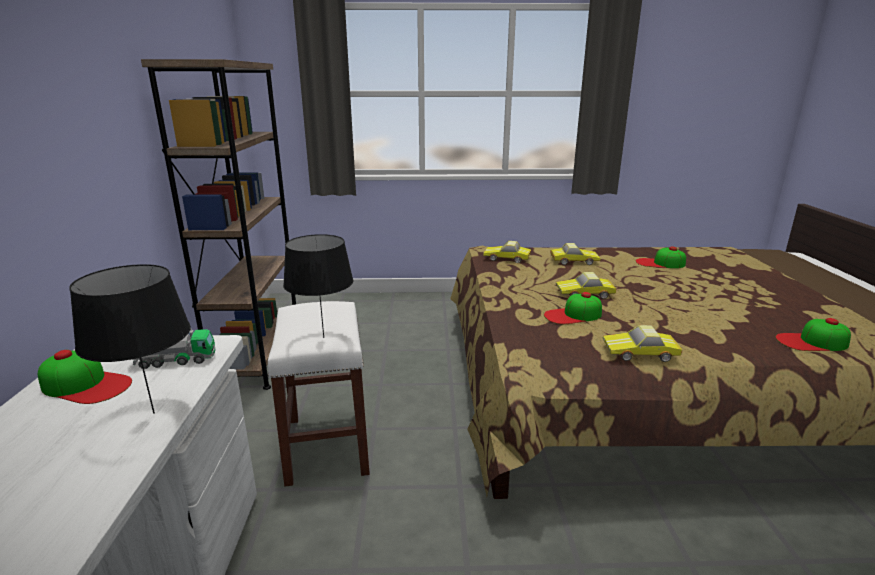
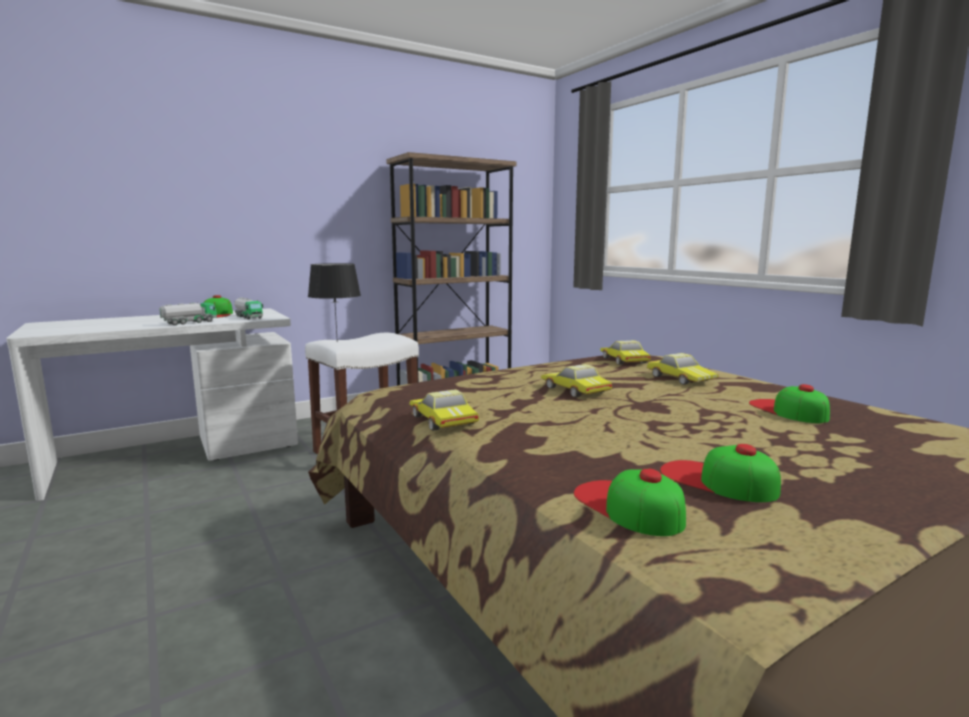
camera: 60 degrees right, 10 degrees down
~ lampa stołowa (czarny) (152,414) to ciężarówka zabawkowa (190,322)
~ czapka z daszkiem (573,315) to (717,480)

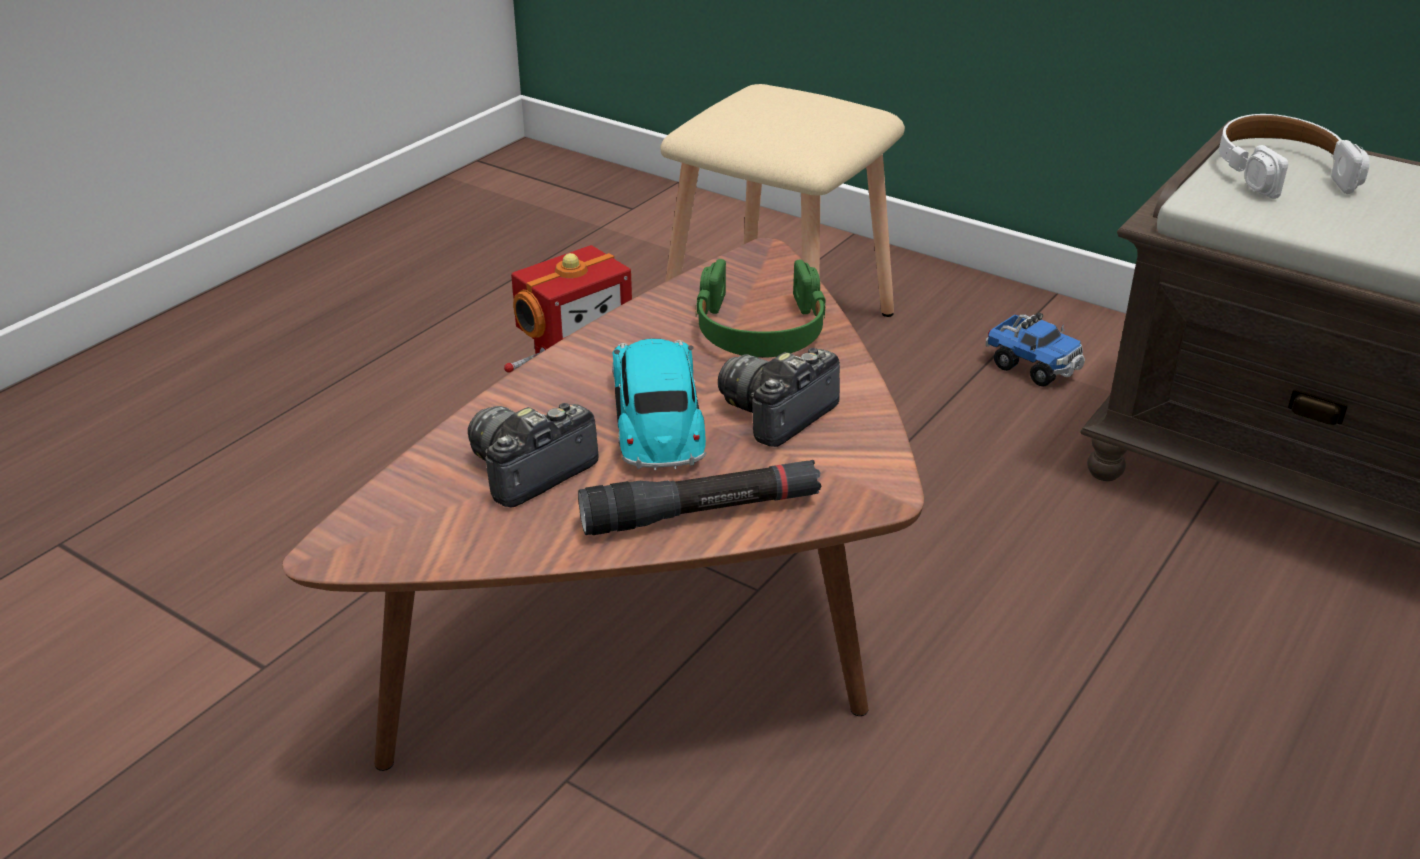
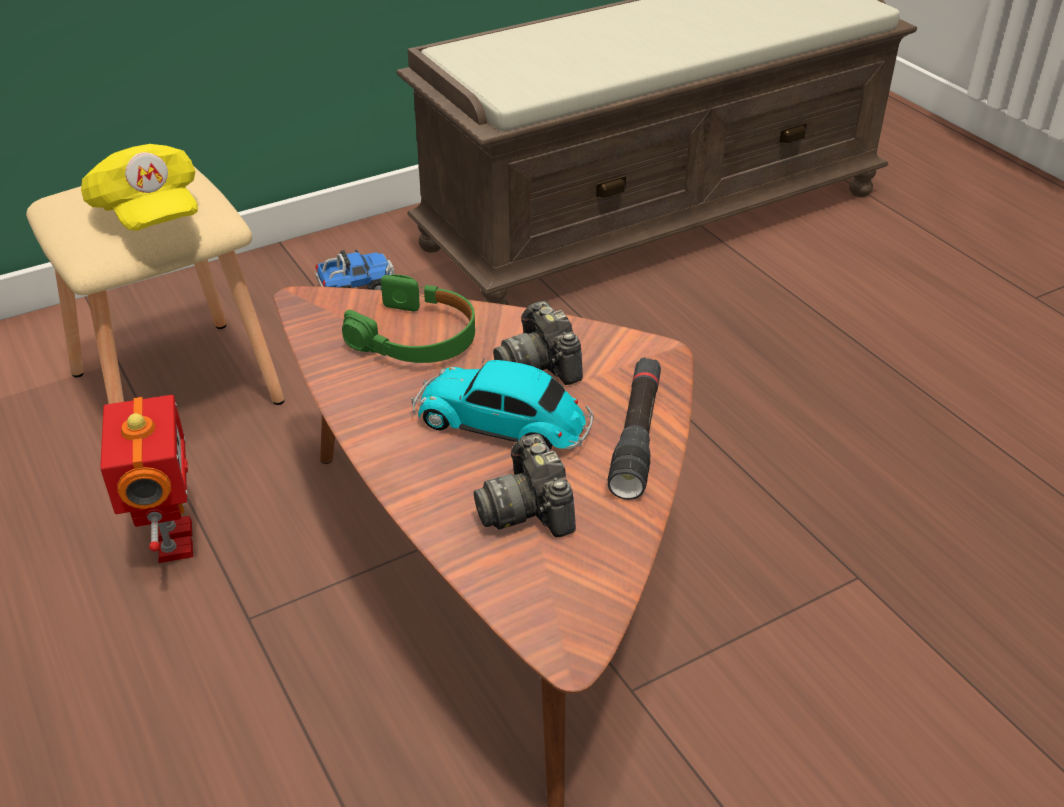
camera: 65 degrees left, 5 degrees up
- słuchawki (biały) (1280,171)
+ czapka z daszkiem (żółty) (149,216)

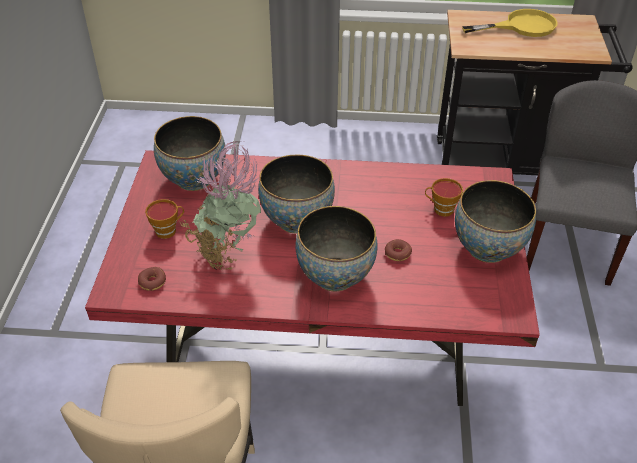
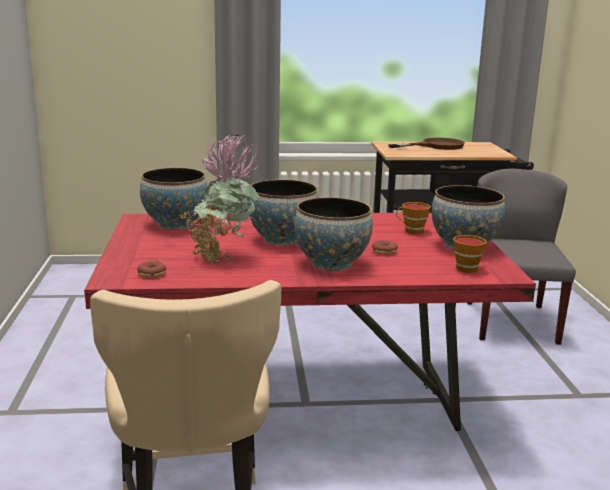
camera: 10 degrees left, 25 degrees down
~ filiżanka (168,230) to (468,268)
~ patelnia (żółty) (521,26) to patelnia (brązowy) (436,146)

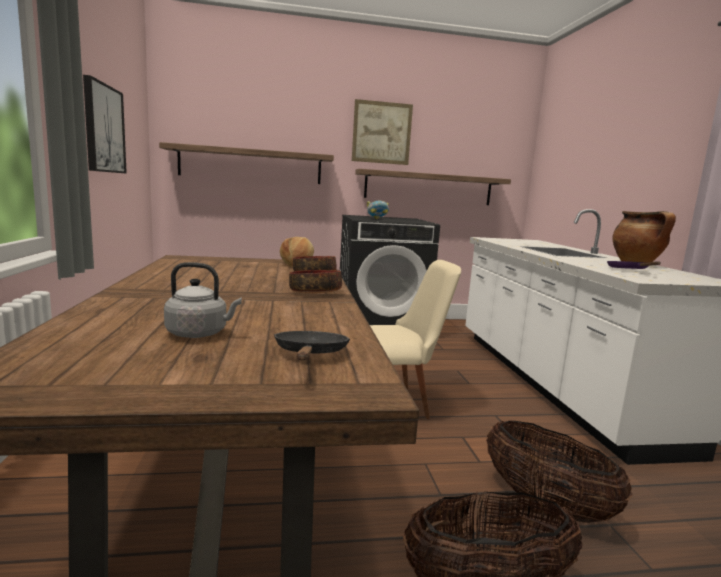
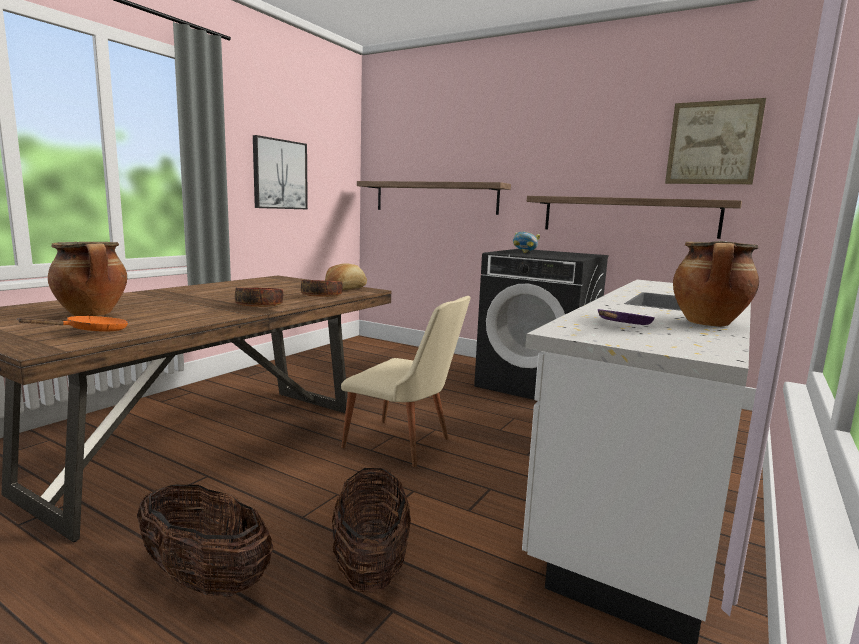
camera: 40 degrees right, 0 degrees up
~ czajnik (szary) (200,333) to garnek (93,314)
~ patelnia (czarny) (310,354) to patelnia (pomarańczowy) (91,332)
~ obraz (381,133) to (713,143)

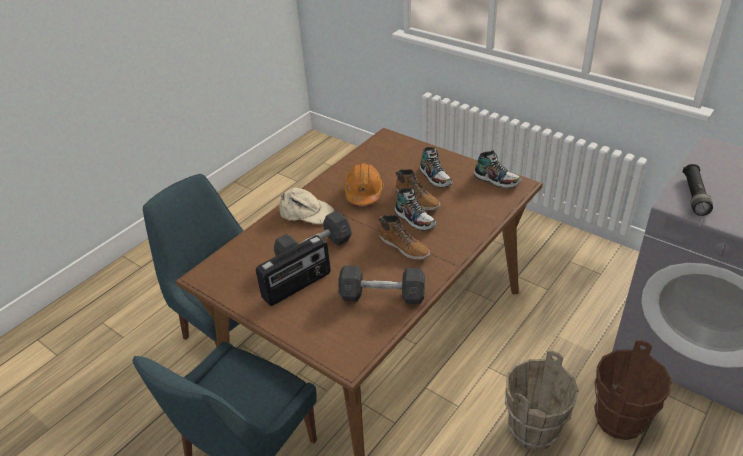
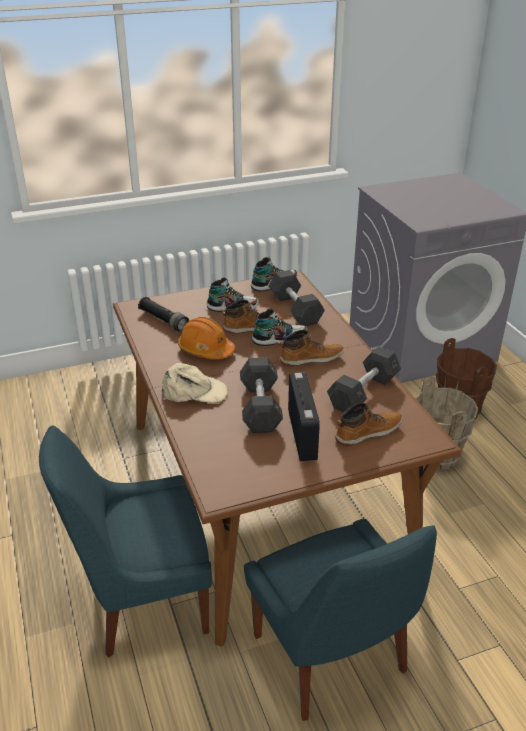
camera: 60 degrees left, 5 degrees down
~ czapka z daszkiem (beżowy) (306,213) = (194,392) 45 degrees clockwise
~ latarka (czarny) (694,196) to (164,321)
+ hantel (szary) (295,309)
+ but z cholewką (367,432)

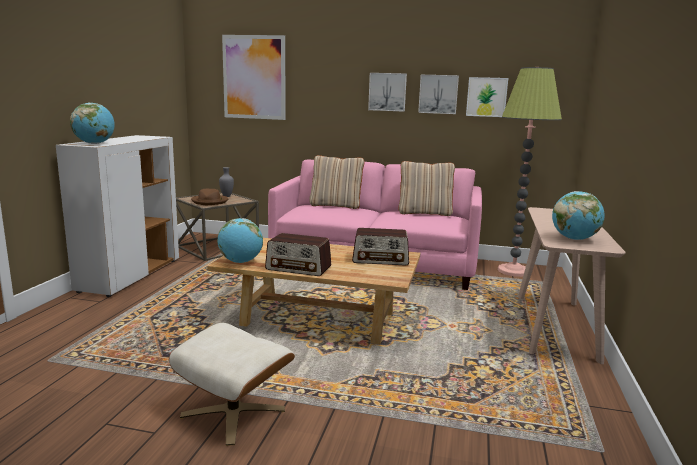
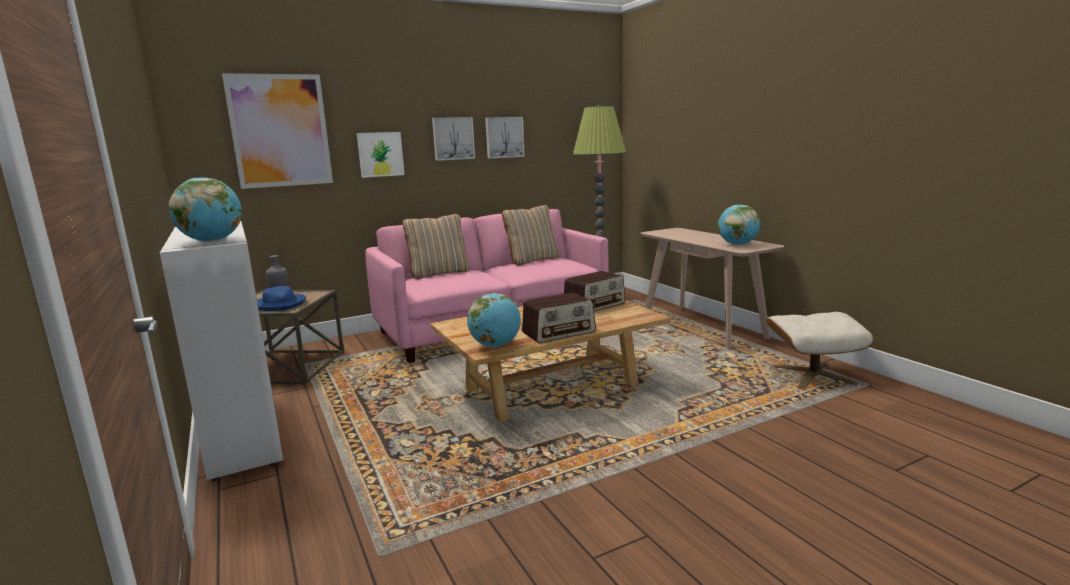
camera: 40 degrees left, 0 degrees up
~ pufa (beżowy) (234,412) to (813,375)
~ kapelusz (brązowy) (210,201) to kapelusz (niebieski) (280,304)
~ obraz (486,97) to (380,154)

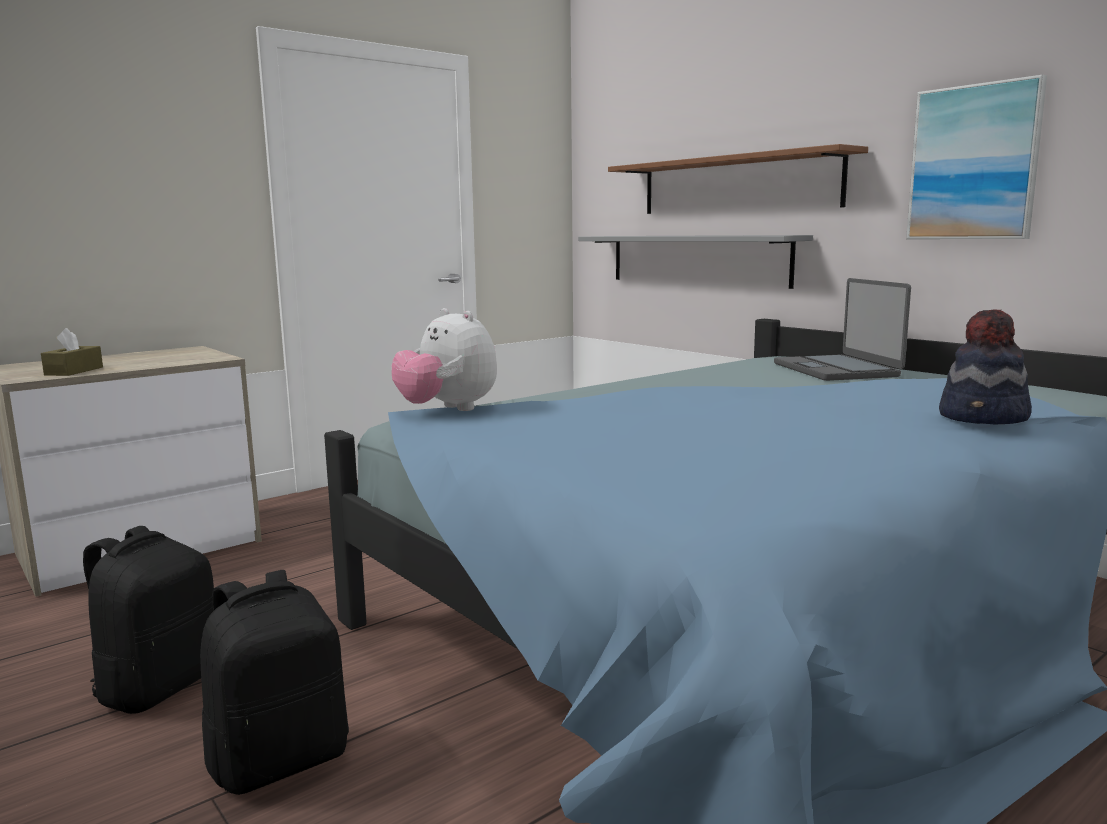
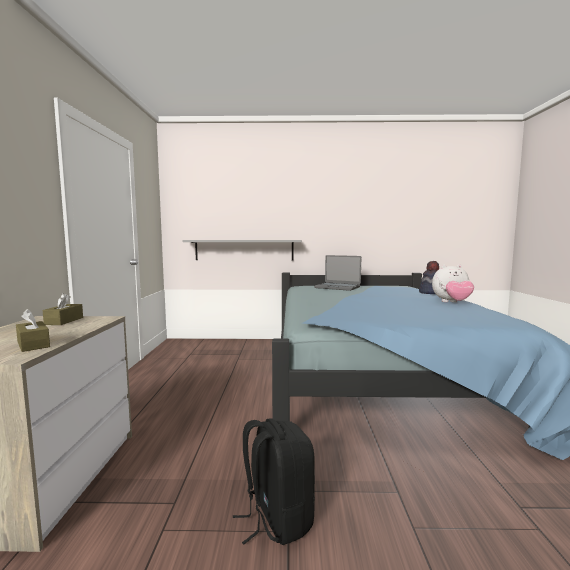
camera: 50 degrees left, 5 degrees down
- plecak (czarny) (280,759)
~ pluszak (447,410) to (451,302)
- półka (brązowy) (736,185)
- obraz (974,163)
+ pudełko chusteczek (brązowy) (64,321)

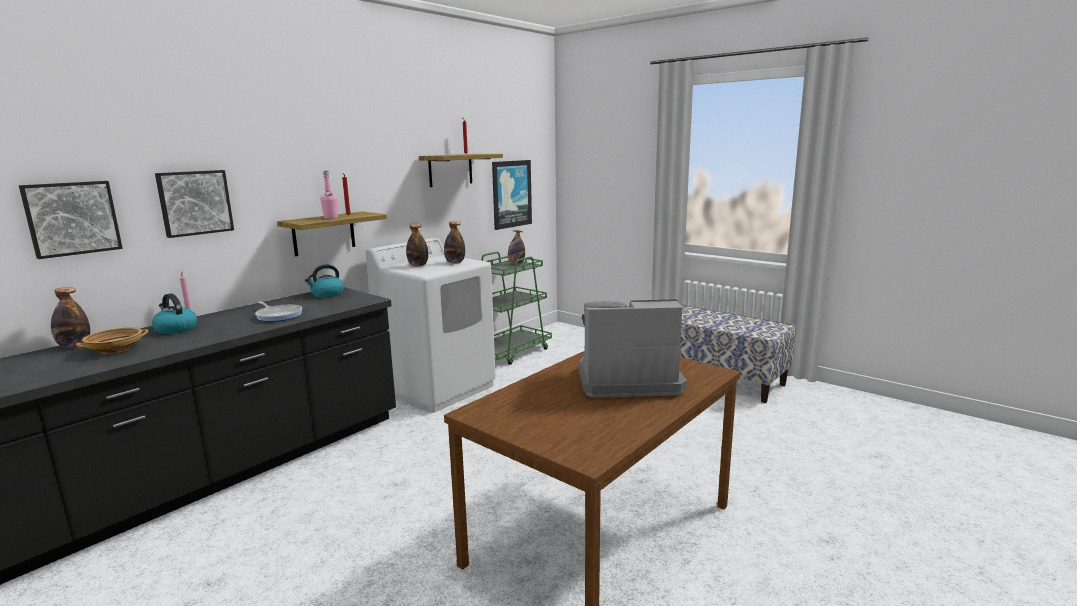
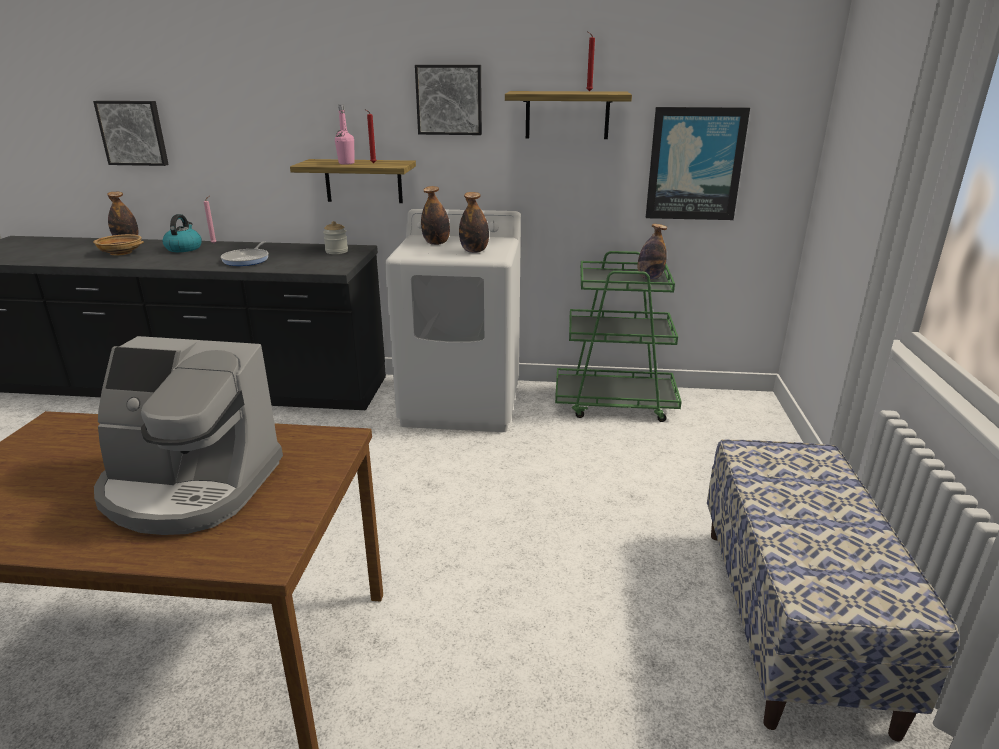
camera: 55 degrees right, 10 degrees up
~ obraz (194,202) to (449,100)
~ czajnik (327,294) to słoik (336,251)
~ ekspres do kawy (626,380) = (190,487) 135 degrees clockwise

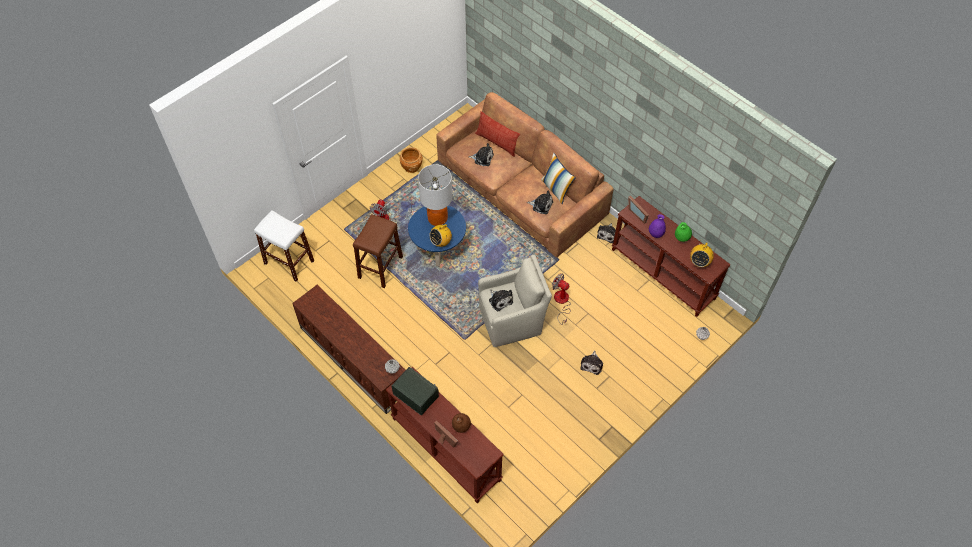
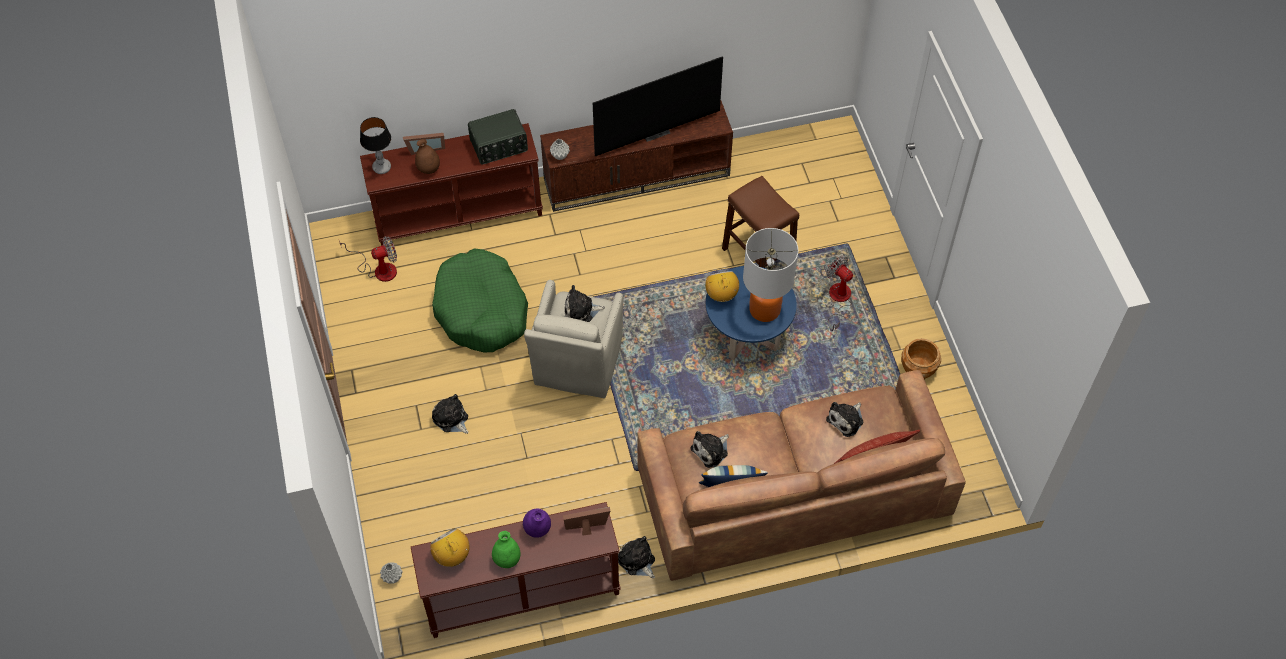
camera: 120 degrees right, 0 degrees up
- stołek (biały) (289,262)
~ wentylator (561,302) to (378,269)
+ lampa stołowa (381,167)
+ legowisko (zielony) (481,310)
+ telewizor (655,131)

